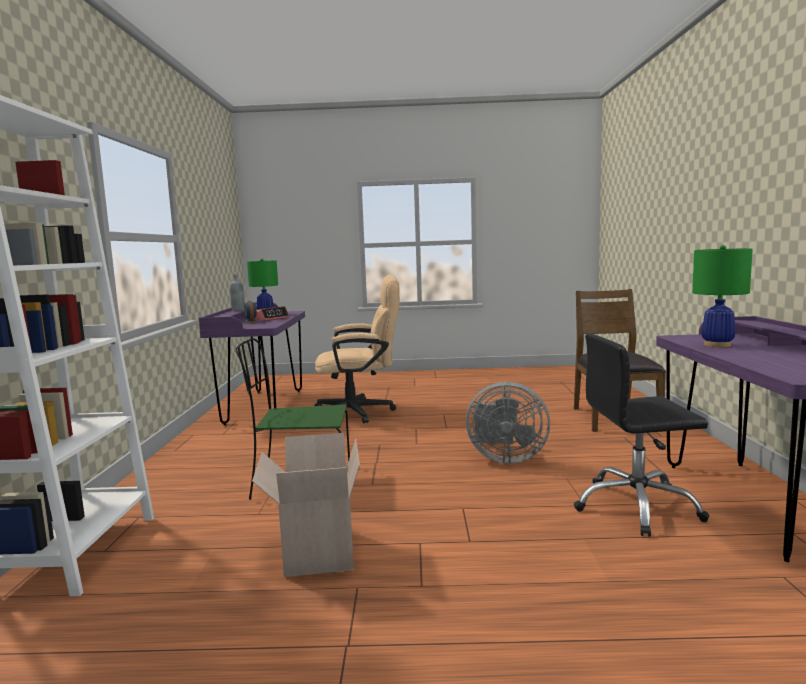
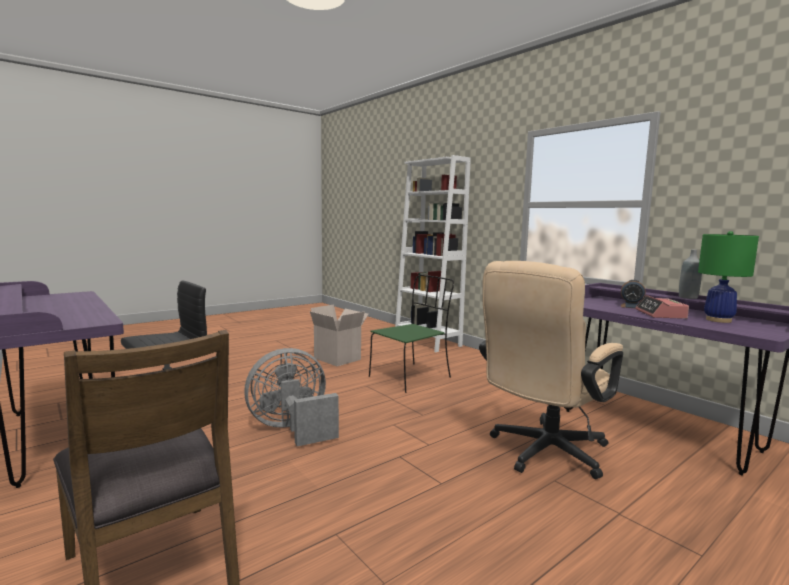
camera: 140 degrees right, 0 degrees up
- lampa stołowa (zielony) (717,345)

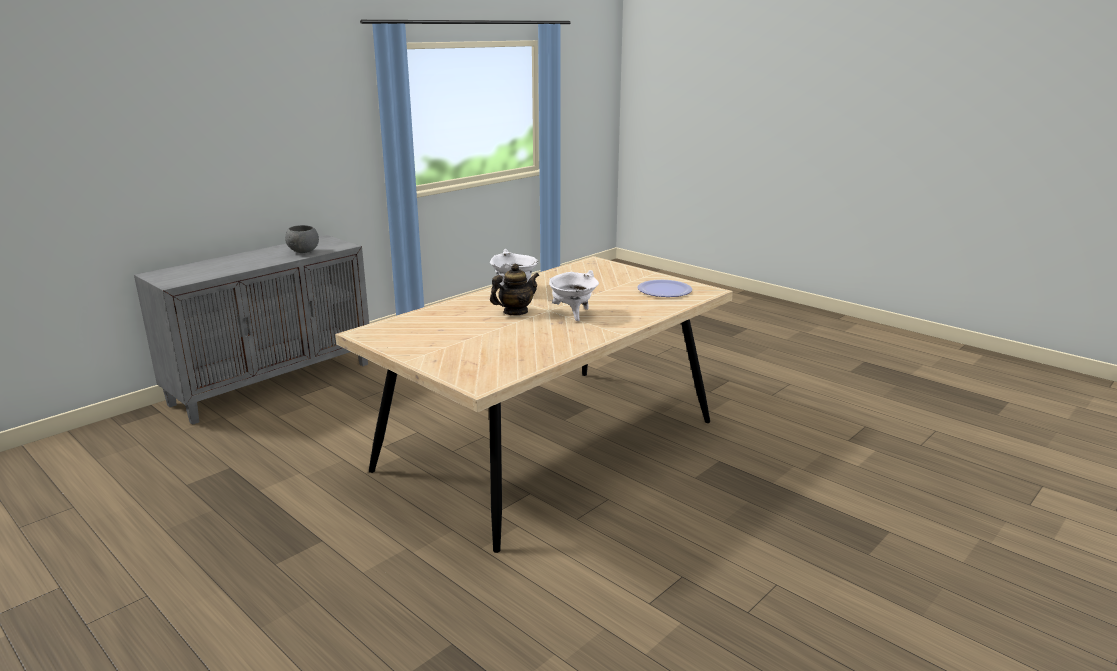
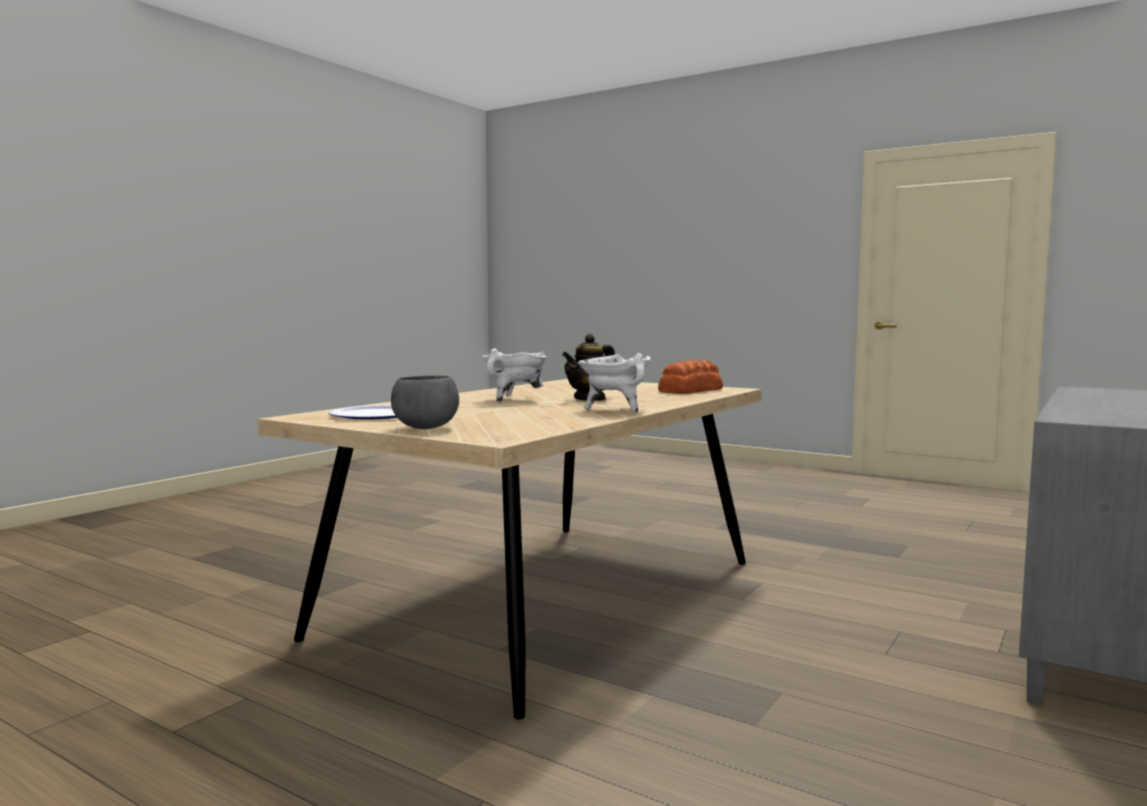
camera: 170 degrees right, 15 degrees down
~ miska (szary) (303,252) to (426,428)
+ chleb (689,390)

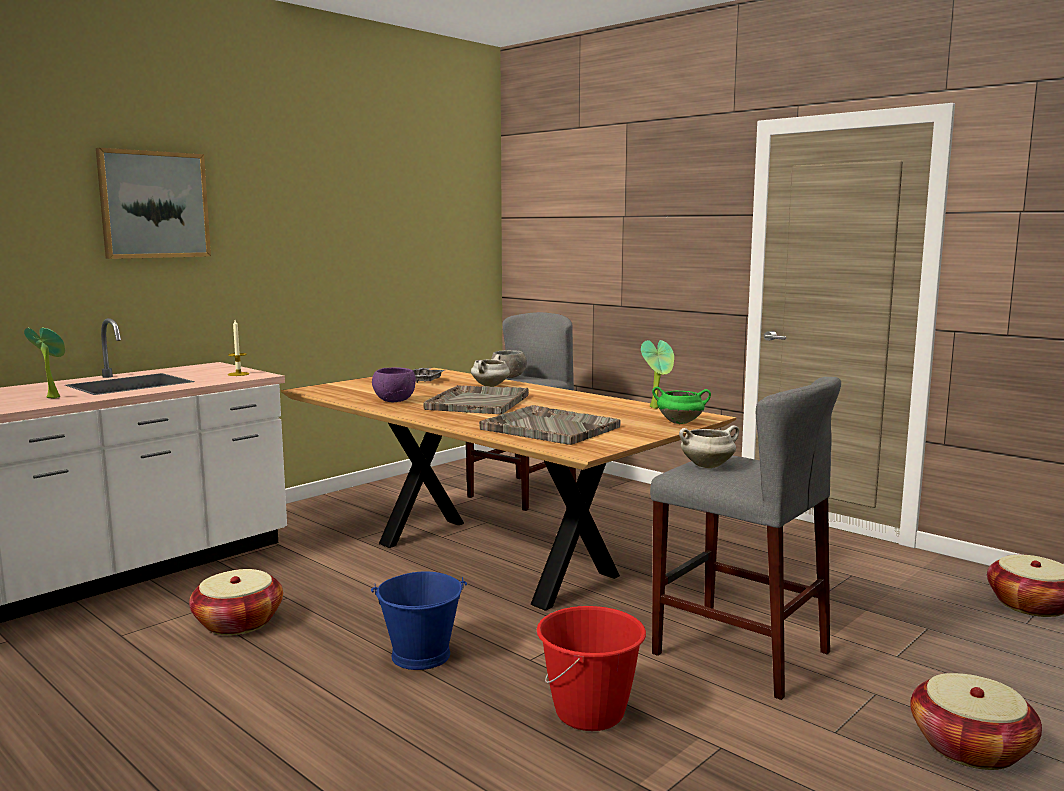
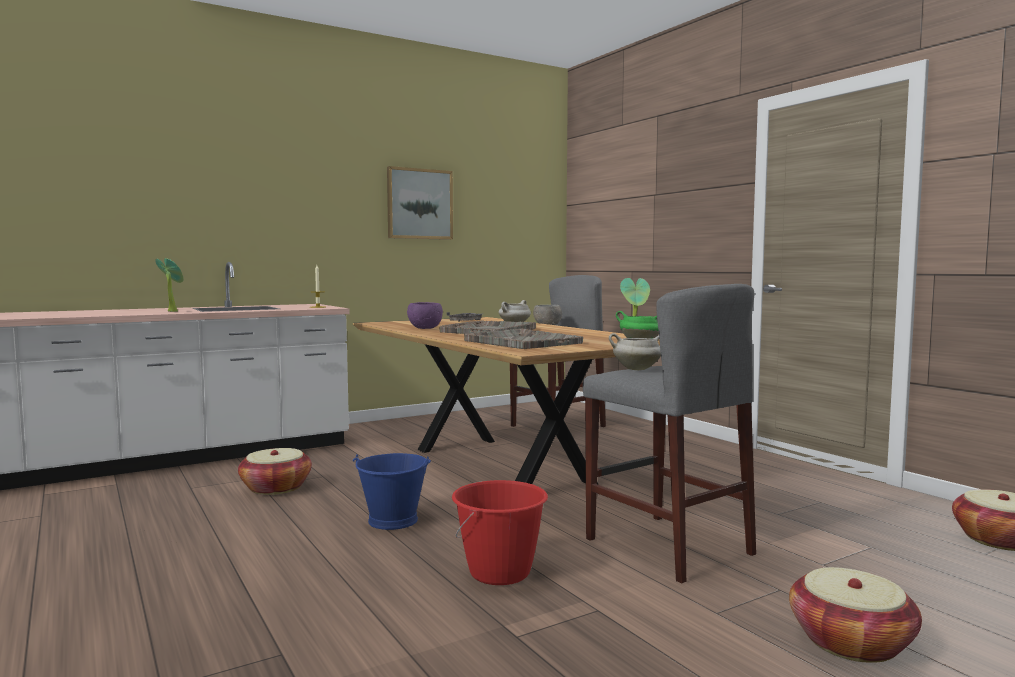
camera: 15 degrees right, 5 degrees down
~ obraz (154,205) to (419,204)

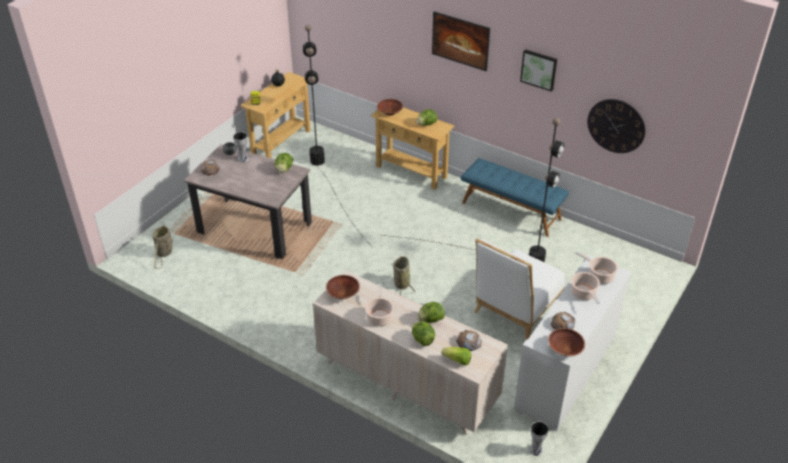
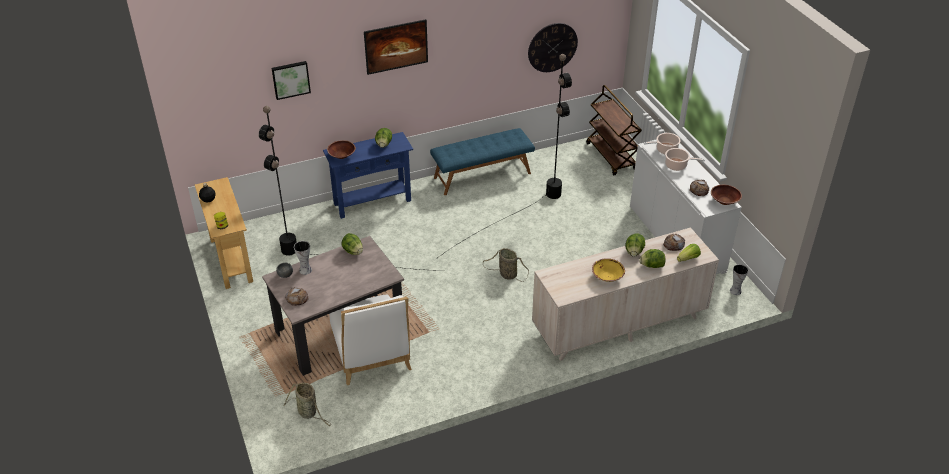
camera: 55 degrees left, 0 degrees up
- miska (brązowy) (343,294)
~ garnek (379,317) to miska (żółty) (607,276)
~ stolik konsolowy (beżowy) (411,172) to stolik konsolowy (niebieski) (372,202)
~ krzesło (biały) (515,308) to (371,355)
~ obraz (539,69) to (290,79)
+ wózek (brązowy) (611,157)

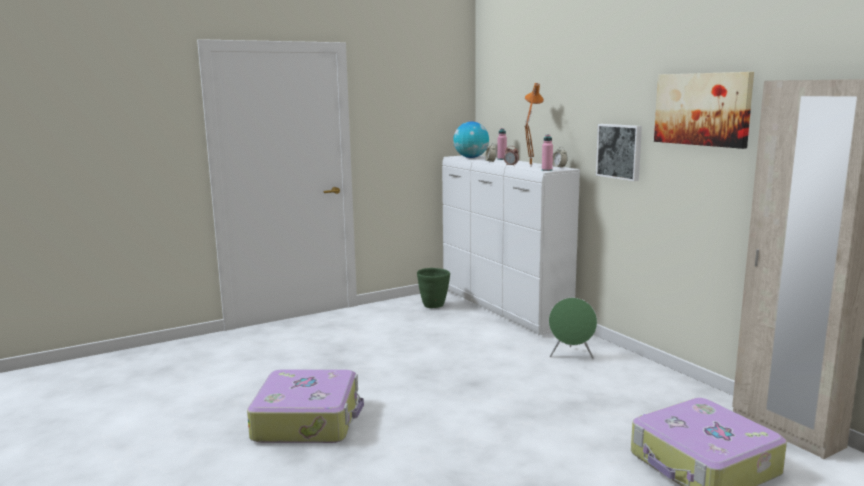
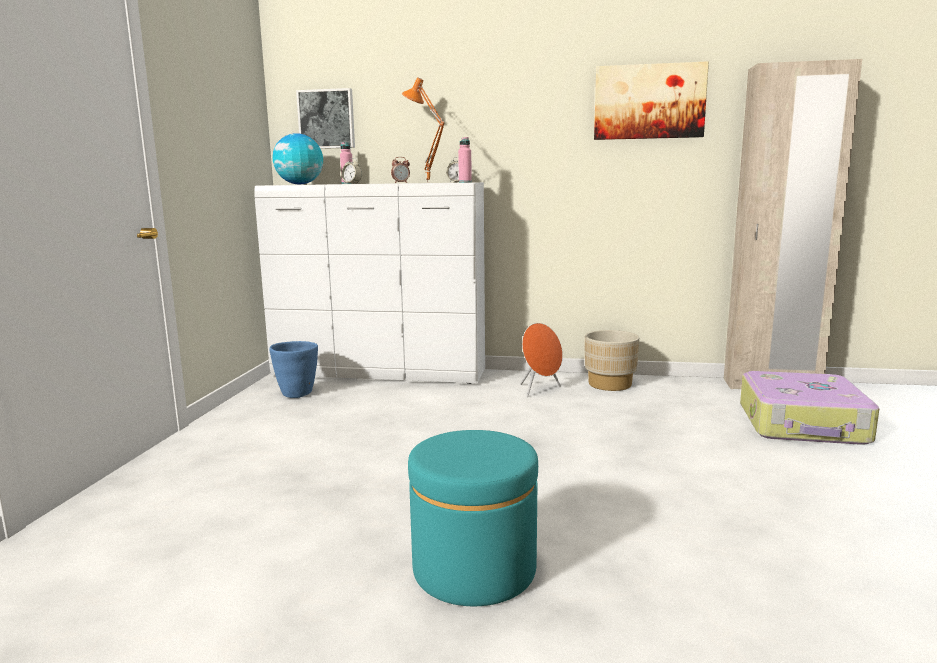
camera: 50 degrees left, 0 degrees up
~ walizka (308,420) to pufa (turkusowy) (474,569)
~ donica (zielony) (434,305) to donica (niebieski) (297,394)
~ głośnik (zielony) (571,355) to głośnik (pomarańczowy) (540,390)
~ obraz (620,151) to (327,119)
+ donica (beżowy) (610,384)

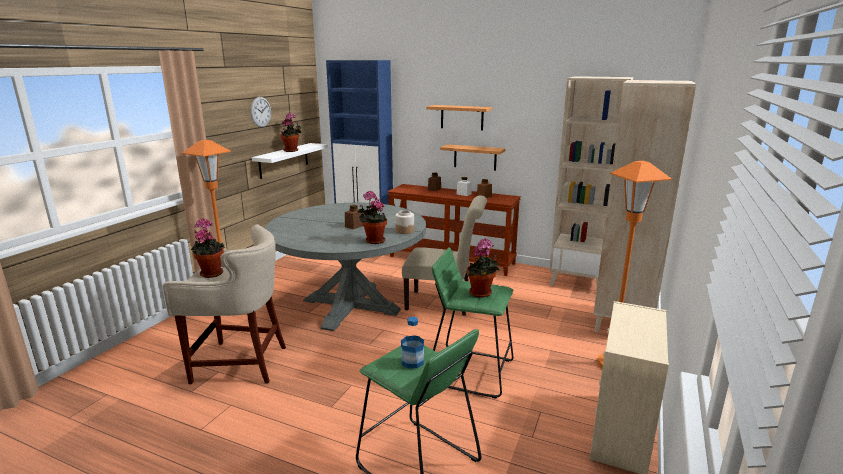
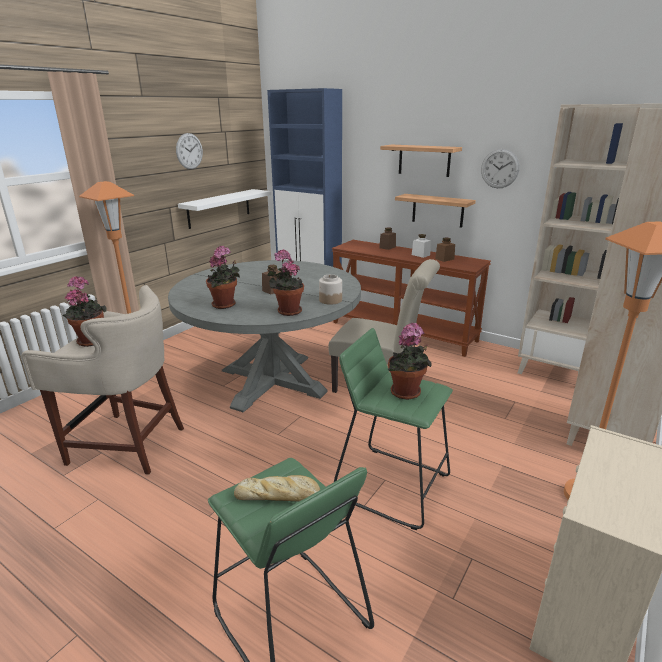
camera: 10 degrees right, 5 degrees up
~ roślina doniczkowa (292,151) to (225,305)
~ butelka (412,362) to chleb (279,496)
+ zegar ścienny (499,168)

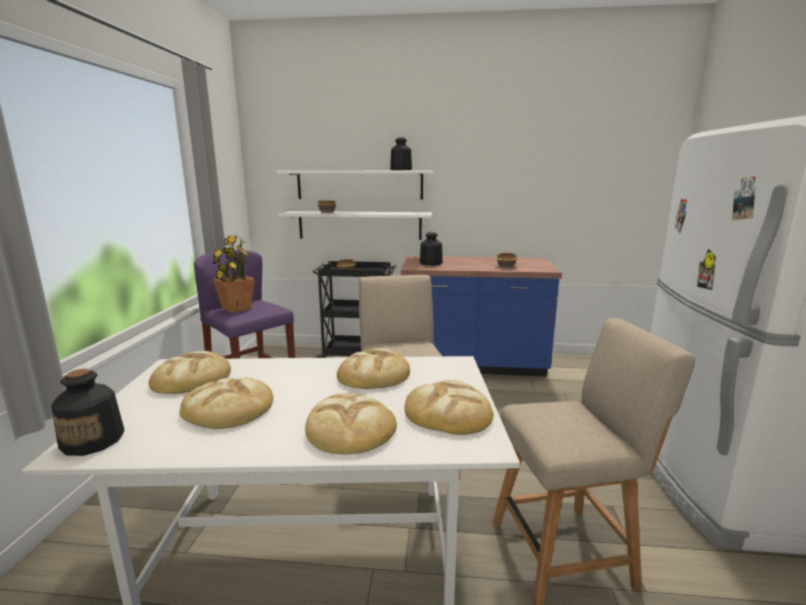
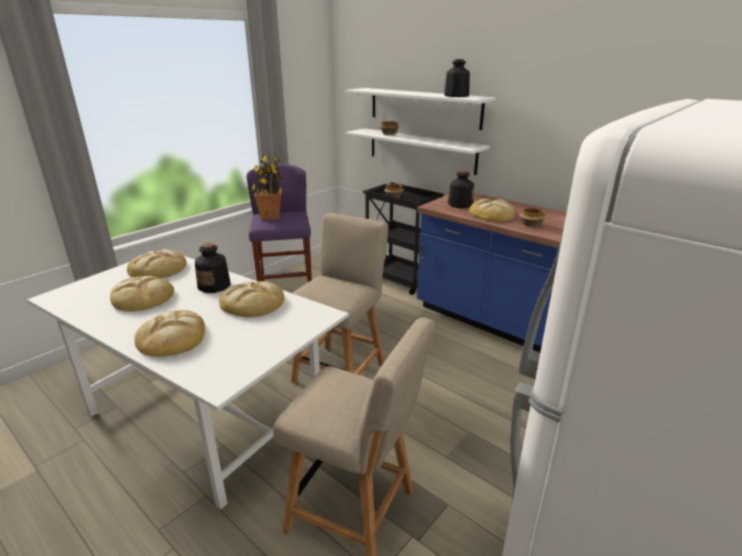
camera: 35 degrees right, 10 degrees up
~ butelka (93,440) to (214,286)
~ chleb (448,412) to (492,214)

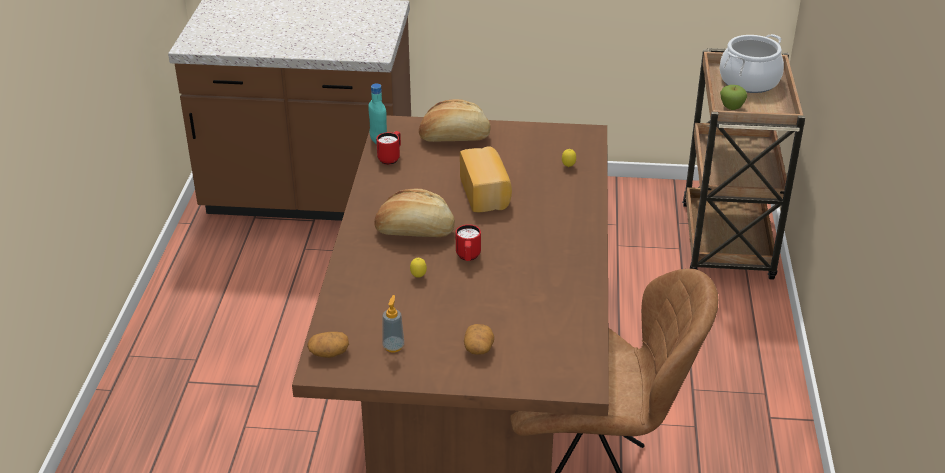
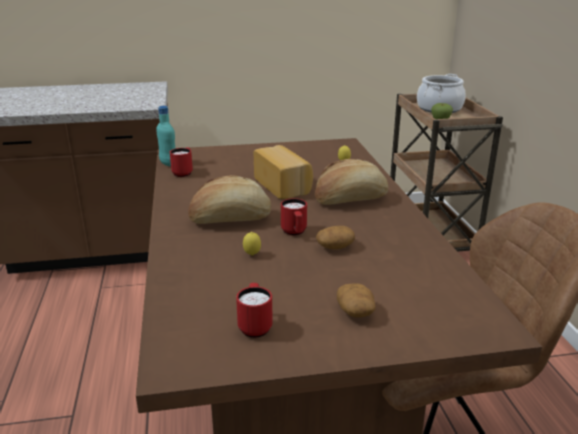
camera: 15 degrees left, 10 degrees down
~ ziemniak (329,353) to (335,247)
~ dozownik mydła (393,346) to kubek (czerwony) (255,326)
~ chleb (454,138) to (350,199)

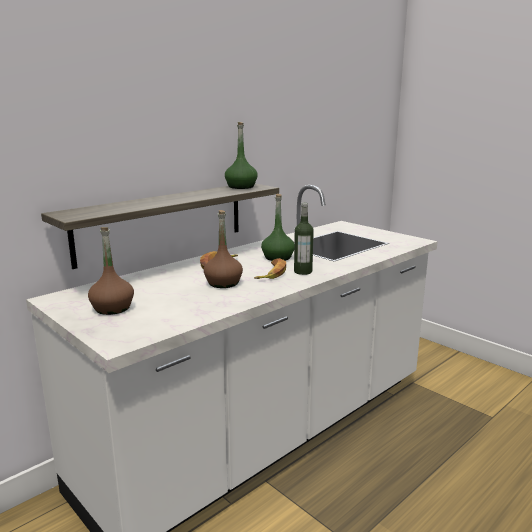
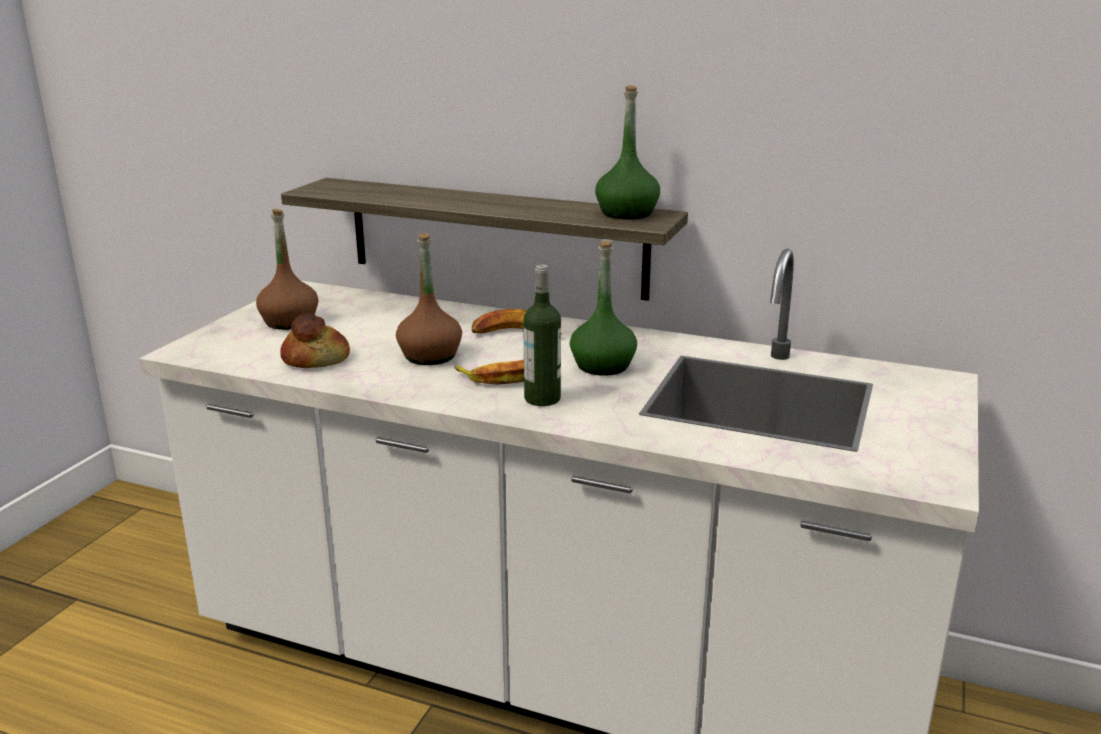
camera: 65 degrees right, 5 degrees up
+ chleb (316,358)

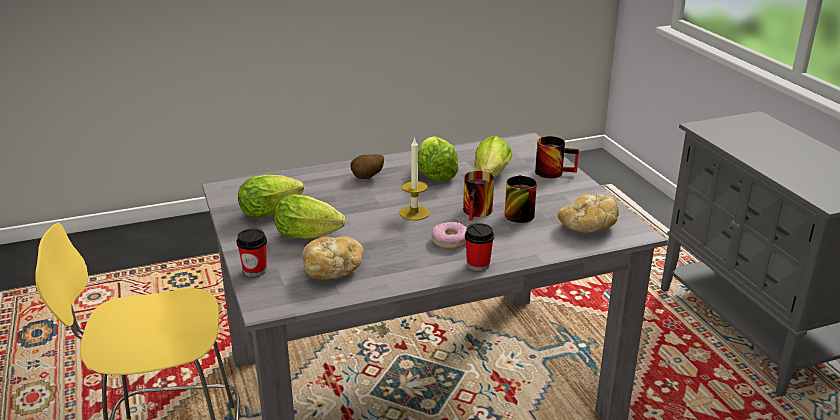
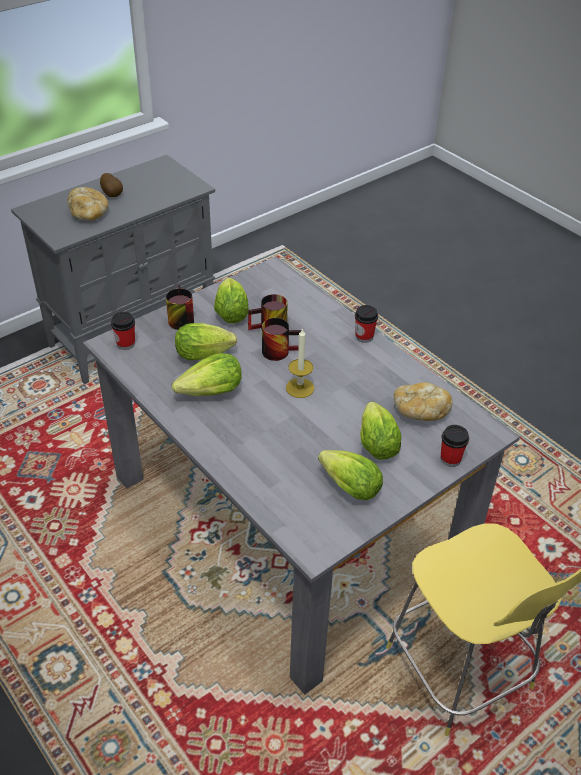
camera: 110 degrees left, 15 degrees up
~ ziemniak (368,178) to (113,194)
- donut (450,241)
~ chleb (587,227) to (89,214)
+ filiżanka (126,344)
+ sałata (231,311)

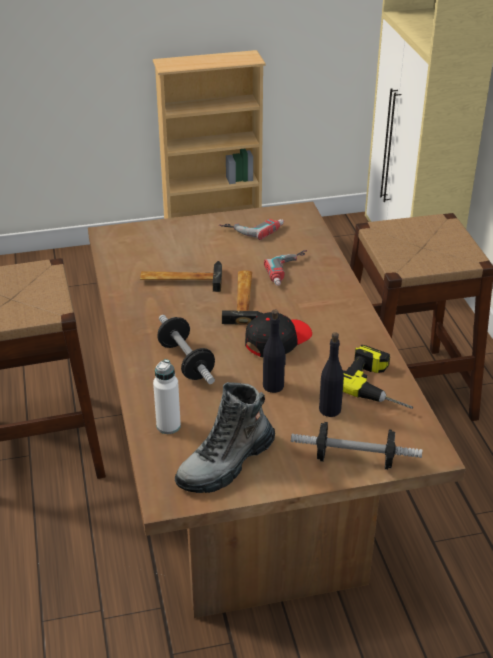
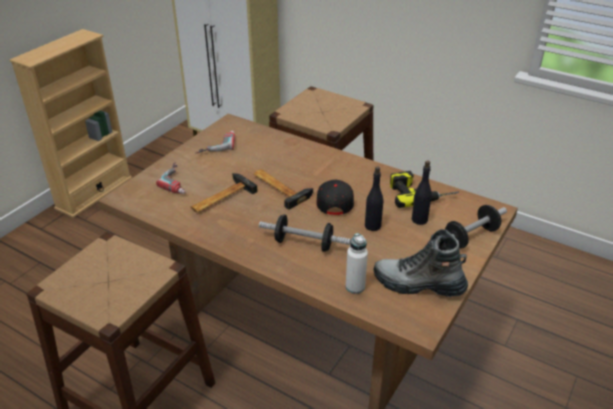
camera: 45 degrees left, 0 degrees up
~ but z cholewką (226,463) = (418,284) 105 degrees clockwise
~ wiertarka (291,271) to (179,181)

